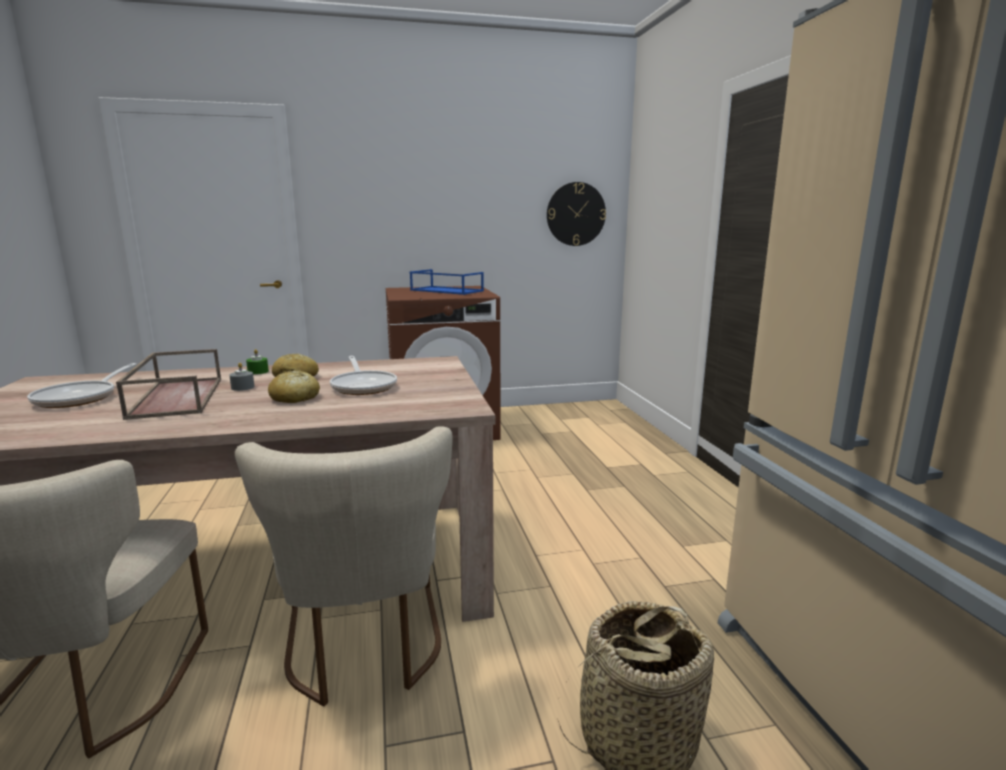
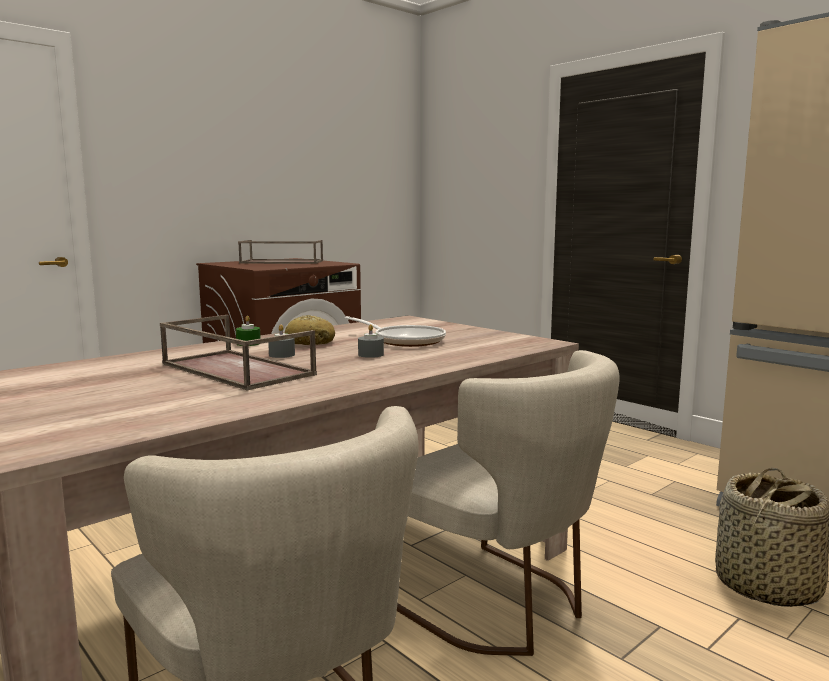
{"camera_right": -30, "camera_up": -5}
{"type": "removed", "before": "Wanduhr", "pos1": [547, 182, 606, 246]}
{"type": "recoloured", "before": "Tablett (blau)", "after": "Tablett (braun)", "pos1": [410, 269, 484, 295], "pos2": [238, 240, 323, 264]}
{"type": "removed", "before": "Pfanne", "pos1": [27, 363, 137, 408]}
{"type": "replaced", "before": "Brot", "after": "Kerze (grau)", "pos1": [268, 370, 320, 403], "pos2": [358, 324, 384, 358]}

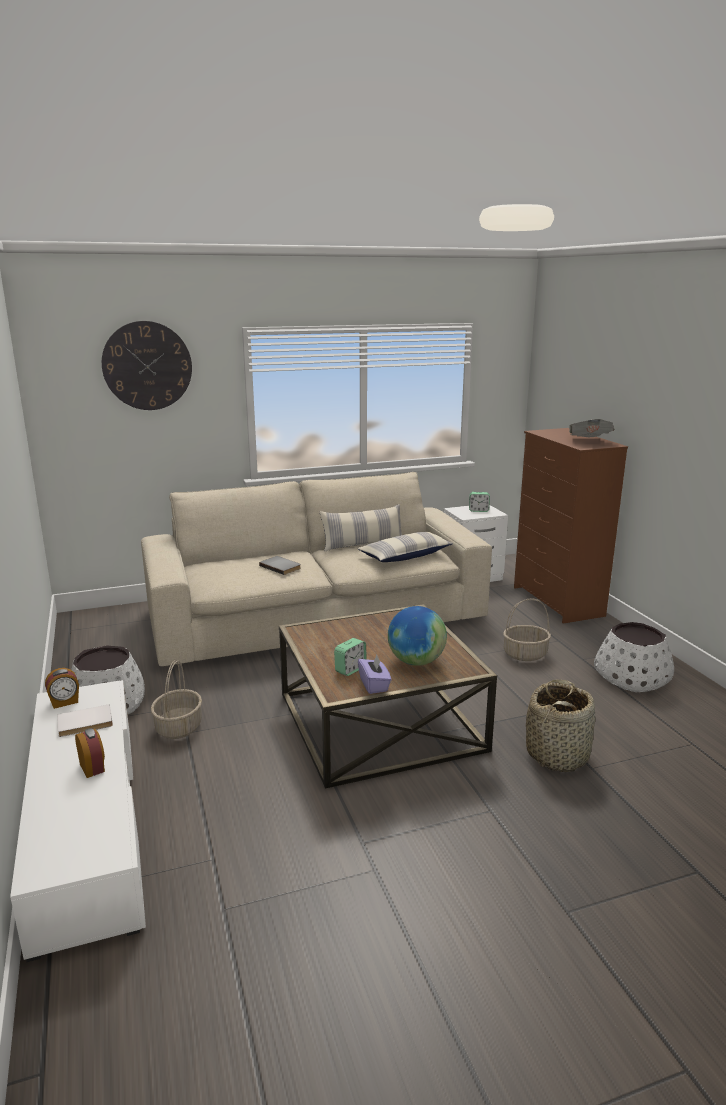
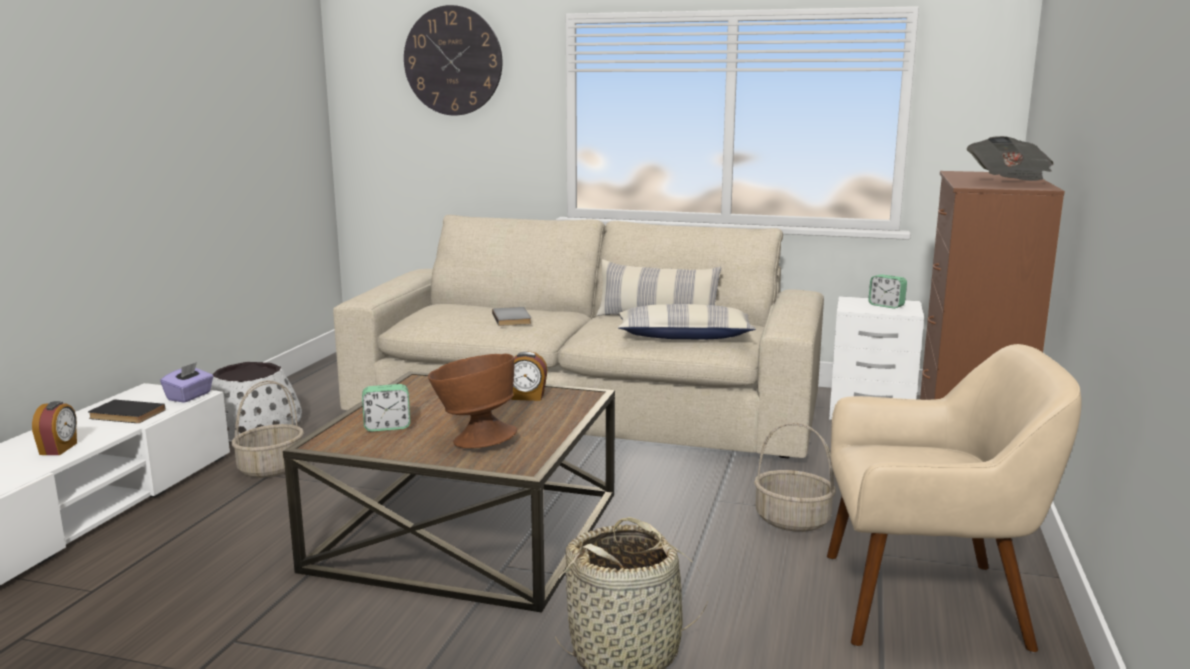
{"camera_right": 35, "camera_up": -5}
{"type": "replaced", "before": "Globus", "after": "Schüssel (braun)", "pos1": [388, 606, 447, 666], "pos2": [428, 354, 517, 448]}
{"type": "replaced", "before": "Pflanzkübel (weiß)", "after": "Sessel (beige)", "pos1": [594, 622, 674, 692], "pos2": [827, 344, 1082, 653]}
{"type": "moved", "before": "Taschentuchbox (lila)", "pos1": [358, 655, 391, 694], "pos2": [160, 362, 214, 403]}
{"type": "moved", "before": "Wecker", "pos1": [45, 668, 79, 709], "pos2": [511, 351, 548, 401]}
{"type": "recoloured", "before": "Buch (weiß)", "after": "Buch (schwarz)", "pos1": [57, 704, 113, 737], "pos2": [88, 400, 165, 423]}

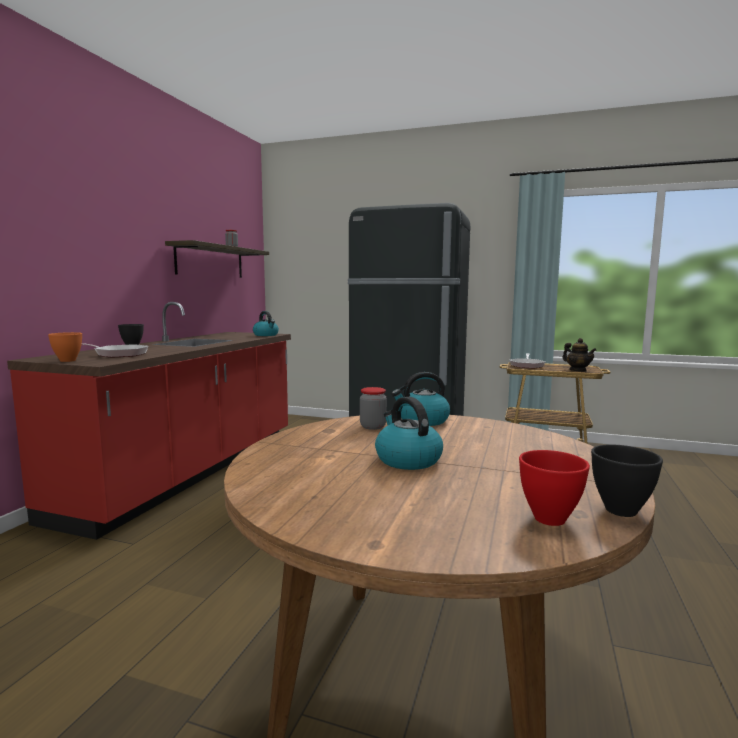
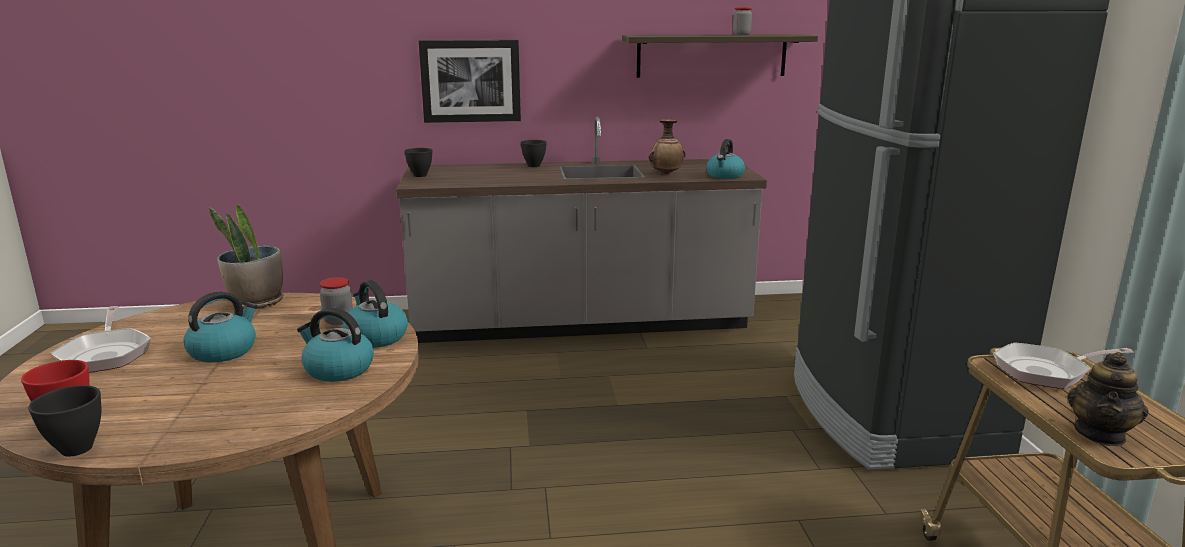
{"camera_right": 65, "camera_up": 10}
{"type": "recoloured", "before": "Küchenzeile (rot)", "after": "Küchenzeile (grau)", "pos1": [7, 302, 291, 540], "pos2": [396, 116, 767, 343]}
{"type": "recoloured", "before": "Schüssel (orange)", "after": "Schüssel (schwarz)", "pos1": [48, 332, 82, 362], "pos2": [404, 148, 433, 177]}
{"type": "moved", "before": "Pfanne", "pos1": [82, 343, 149, 357], "pos2": [51, 306, 151, 373]}
{"type": "added", "after": "Bild", "pos2": [419, 40, 521, 123]}
{"type": "added", "after": "Vase", "pos2": [649, 119, 686, 174]}
{"type": "added", "after": "Topfpflanze", "pos2": [209, 205, 283, 309]}
{"type": "added", "after": "Wasserkessel", "pos2": [297, 307, 374, 382]}

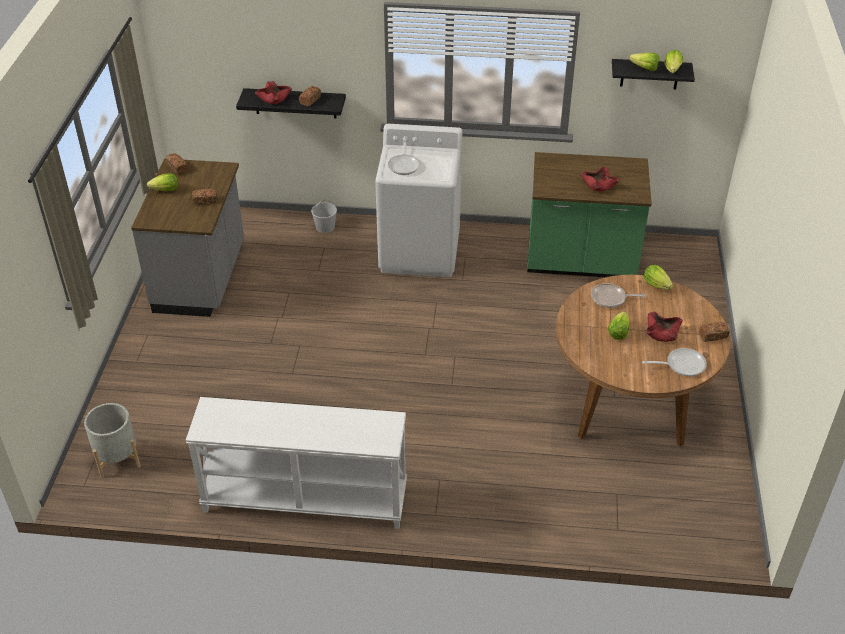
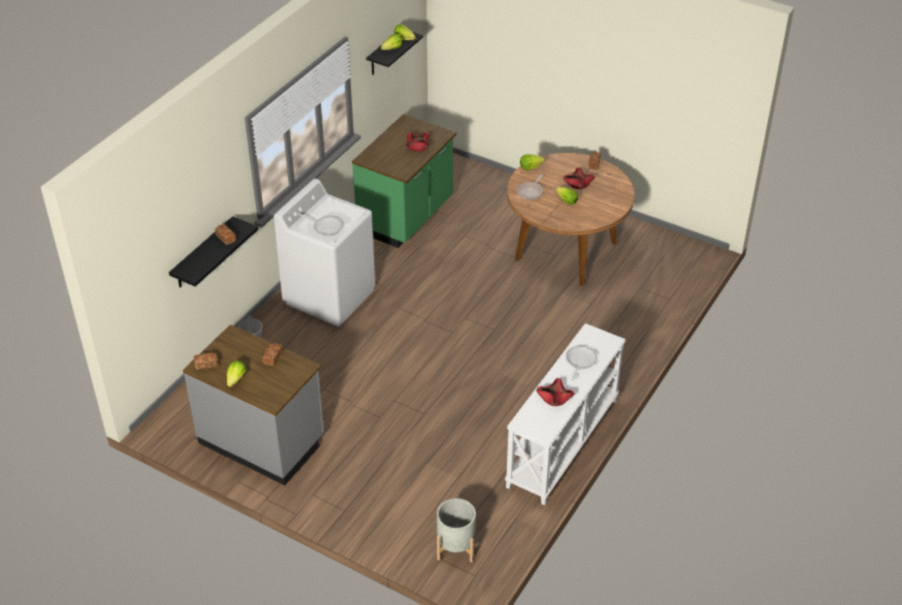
{"camera_right": -65, "camera_up": 0}
{"type": "moved", "before": "Schüssel (rot)", "pos1": [255, 81, 292, 104], "pos2": [536, 378, 575, 406]}
{"type": "moved", "before": "Pfanne", "pos1": [642, 348, 707, 376], "pos2": [566, 346, 597, 381]}

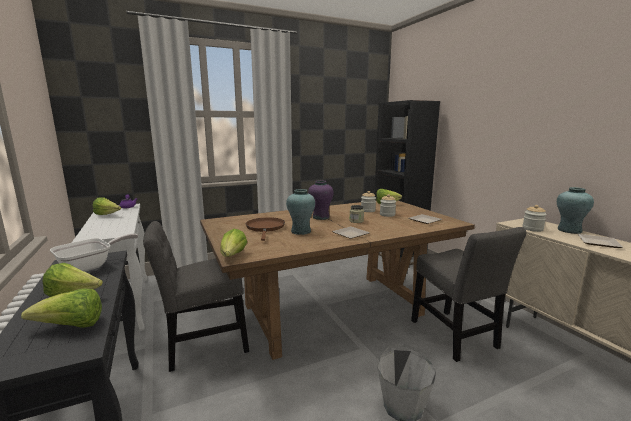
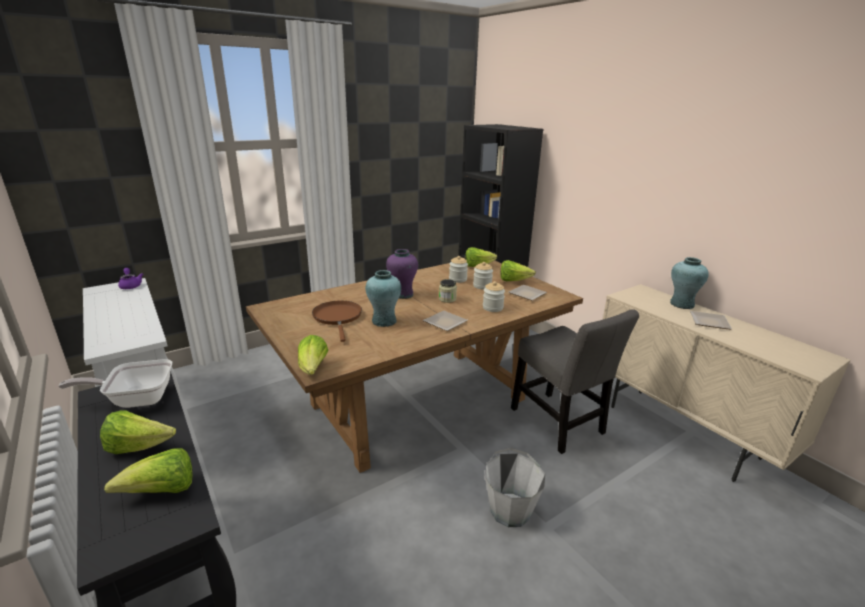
{"camera_right": -10, "camera_up": 10}
{"type": "moved", "before": "Salatkopf", "pos1": [92, 197, 121, 215], "pos2": [500, 260, 536, 281]}
{"type": "moved", "before": "Vorratsglas", "pos1": [522, 205, 547, 232], "pos2": [483, 281, 505, 312]}
{"type": "removed", "before": "Stuhl (grau)", "pos1": [143, 221, 249, 372]}
{"type": "turned", "before": "Pfanne", "pos1": [50, 234, 138, 272], "pos2": [59, 359, 172, 408], "turn": -135}

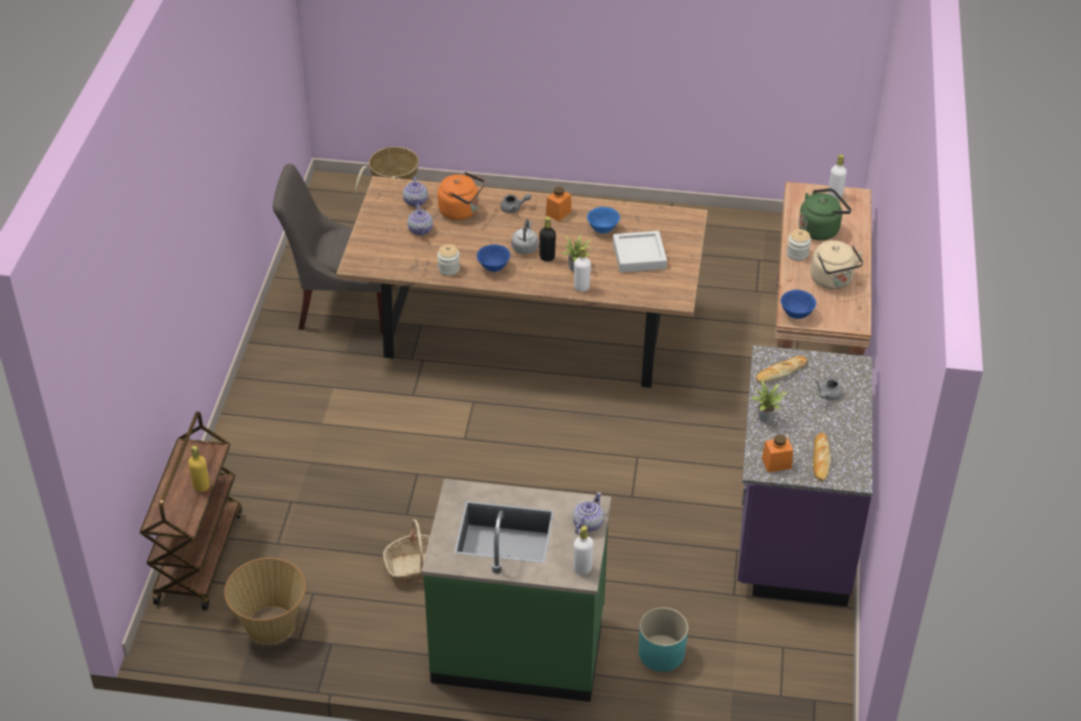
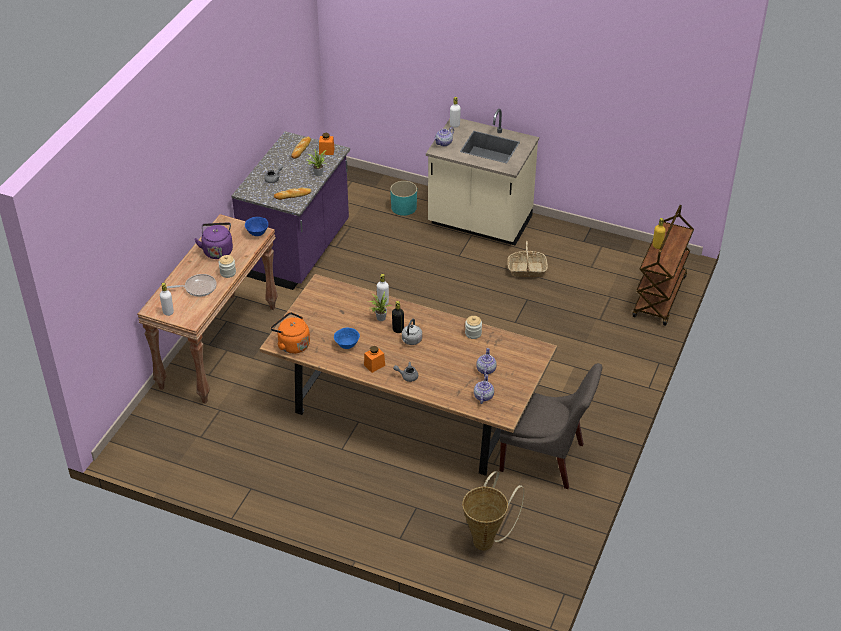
{"camera_right": -165, "camera_up": 0}
{"type": "moved", "before": "Wasserkessel (orange)", "pos1": [438, 172, 485, 220], "pos2": [271, 312, 310, 354]}
{"type": "replaced", "before": "Wasserkessel (grün)", "after": "Pfanne", "pos1": [799, 188, 852, 240], "pos2": [167, 274, 217, 297]}
{"type": "removed", "before": "Tablett (grau)", "pos1": [613, 231, 667, 272]}
{"type": "recoloured", "before": "Wasserkessel (beige)", "after": "Wasserkessel (lila)", "pos1": [810, 240, 863, 289], "pos2": [194, 223, 233, 259]}
{"type": "removed", "before": "Schüssel (blau)", "pos1": [477, 244, 510, 272]}
{"type": "recoloured", "before": "Küchenzeile (grün)", "after": "Küchenzeile (beige)", "pos1": [421, 479, 611, 702], "pos2": [426, 109, 539, 245]}
{"type": "removed", "before": "Korb", "pos1": [224, 558, 306, 644]}

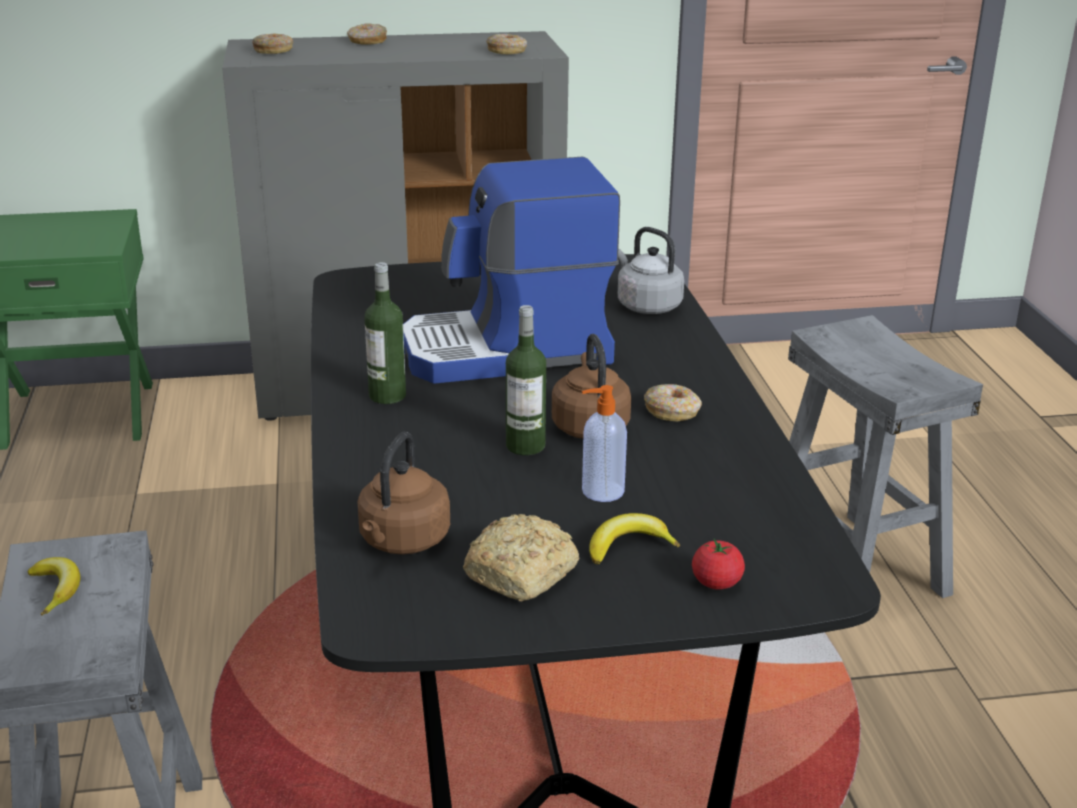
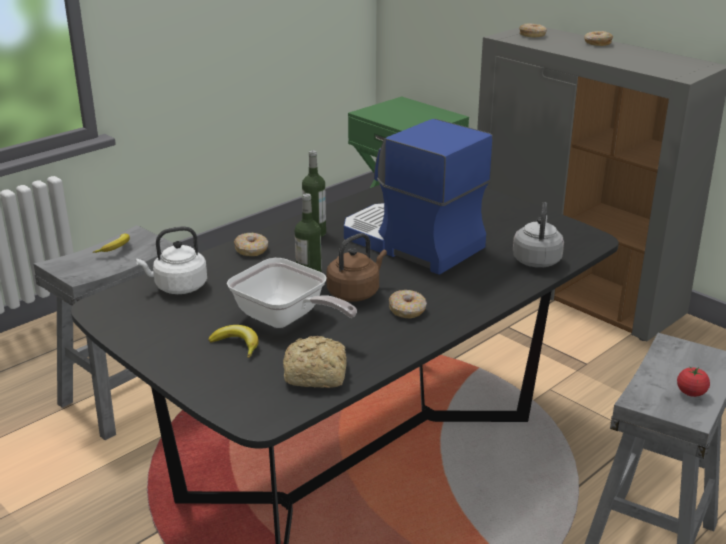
{"camera_right": 55, "camera_up": 0}
{"type": "moved", "before": "Donut", "pos1": [486, 34, 527, 54], "pos2": [234, 233, 268, 256]}
{"type": "replaced", "before": "Seifenspender", "after": "Pfanne", "pos1": [582, 385, 627, 502], "pos2": [227, 258, 357, 328]}
{"type": "recoloured", "before": "Wasserkessel (braun)", "after": "Wasserkessel (weiß)", "pos1": [358, 432, 450, 555], "pos2": [136, 226, 207, 294]}
{"type": "moved", "before": "Brot", "pos1": [463, 514, 580, 601], "pos2": [283, 336, 347, 388]}
{"type": "moved", "before": "Tomate", "pos1": [692, 539, 745, 590], "pos2": [677, 366, 710, 397]}

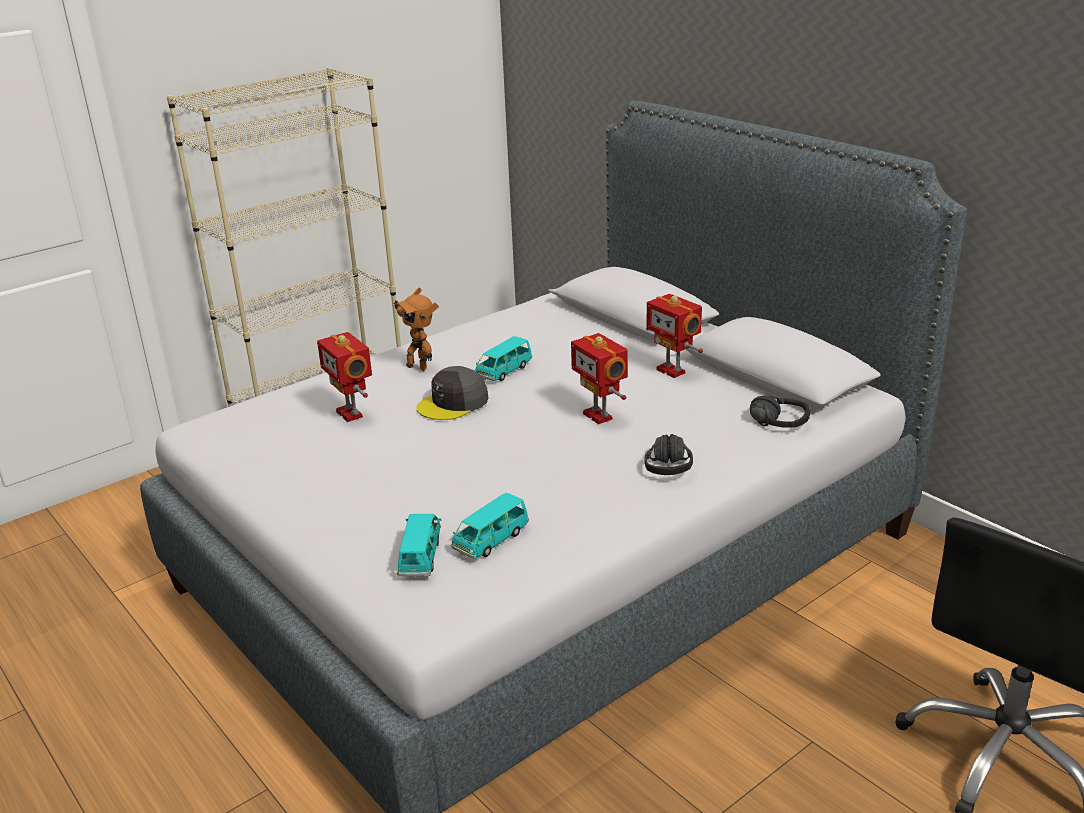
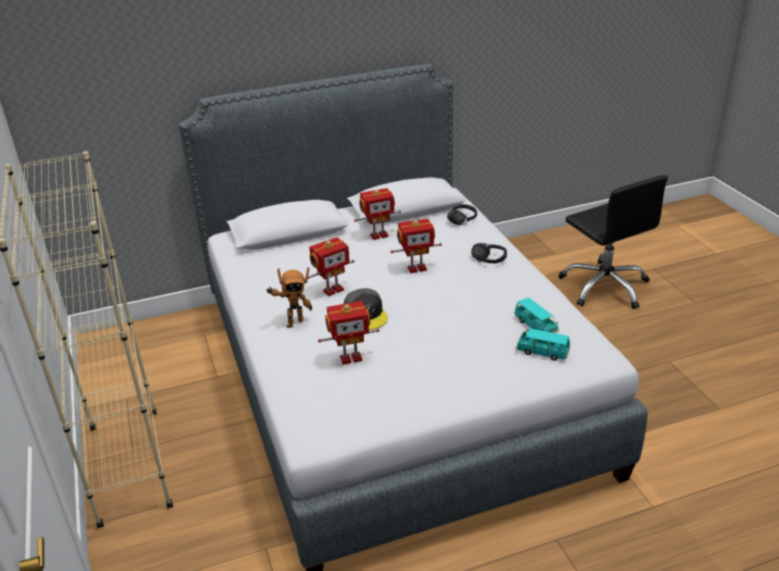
{"camera_right": -70, "camera_up": 5}
{"type": "replaced", "before": "Spielzeugauto (türkis)", "after": "Spielzeugroboter", "pos1": [476, 336, 532, 381], "pos2": [308, 237, 354, 296]}

